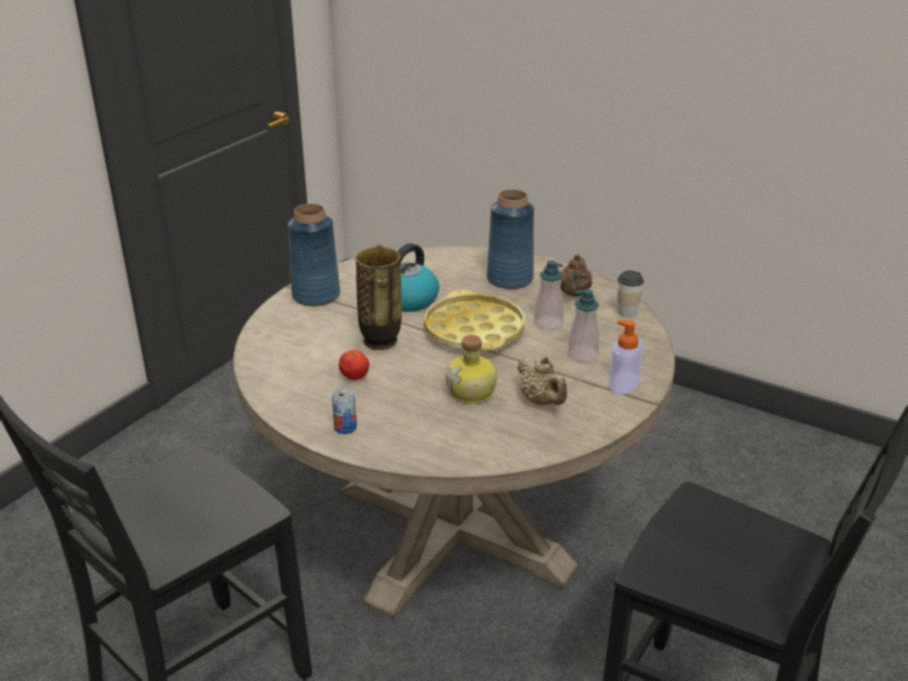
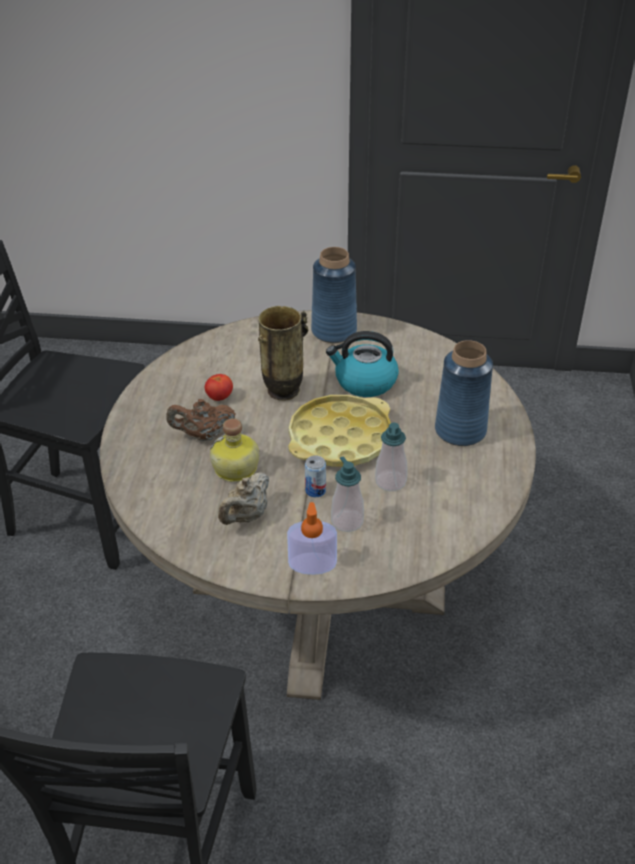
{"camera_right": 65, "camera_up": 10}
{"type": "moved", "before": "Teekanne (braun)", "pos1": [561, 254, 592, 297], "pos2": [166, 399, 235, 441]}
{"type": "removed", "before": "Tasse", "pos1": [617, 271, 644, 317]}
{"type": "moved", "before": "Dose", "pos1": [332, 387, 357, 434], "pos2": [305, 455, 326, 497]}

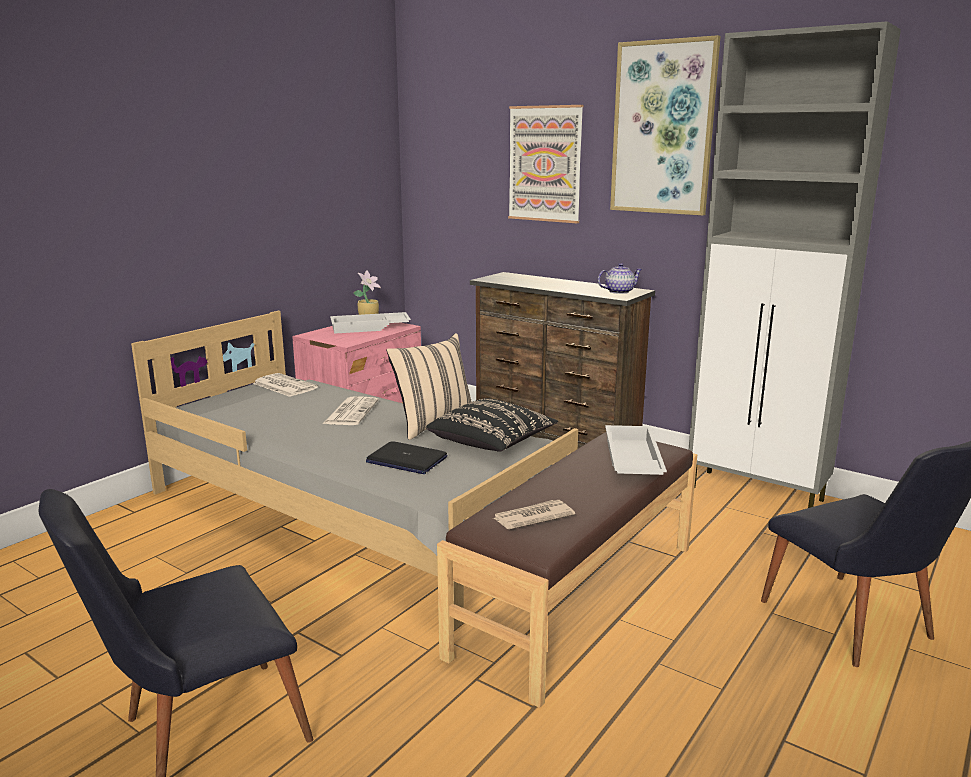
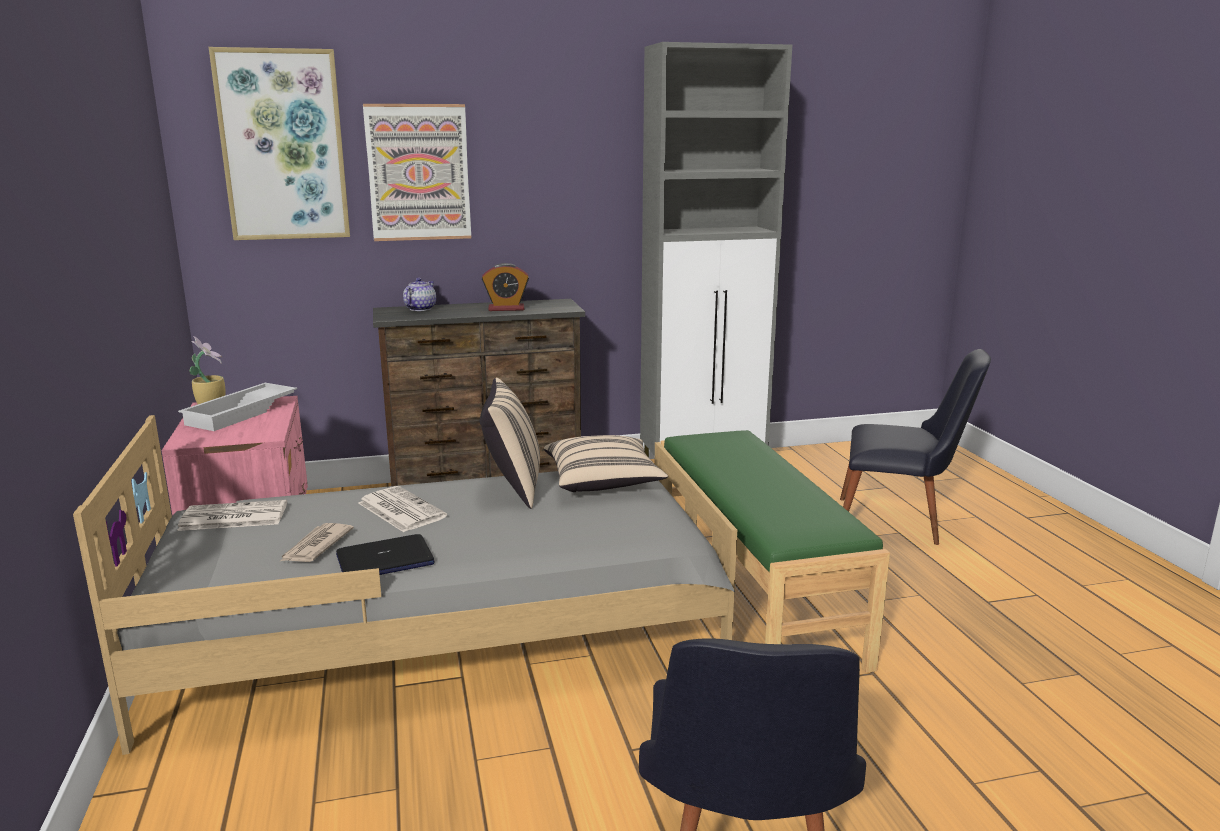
{"camera_right": -50, "camera_up": 0}
{"type": "moved", "before": "Bild", "pos1": [610, 35, 721, 215], "pos2": [209, 47, 350, 240]}
{"type": "moved", "before": "Teekanne", "pos1": [598, 263, 642, 294], "pos2": [403, 278, 436, 311]}
{"type": "recoloured", "before": "Kissen (schwarz)", "after": "Kissen (beige)", "pos1": [426, 398, 558, 452], "pos2": [544, 435, 668, 492]}
{"type": "removed", "before": "Tablett (weiß)", "pos1": [605, 425, 667, 475]}
{"type": "recoloured", "before": "Bank (braun)", "after": "Bank (grün)", "pos1": [437, 432, 697, 708], "pos2": [660, 430, 890, 673]}
{"type": "moved", "before": "Laptop", "pos1": [366, 441, 447, 474], "pos2": [336, 534, 435, 575]}
{"type": "moved", "before": "Zeitung", "pos1": [492, 500, 575, 529], "pos2": [281, 523, 354, 562]}
{"type": "added", "after": "Wecker", "pos2": [482, 263, 529, 311]}

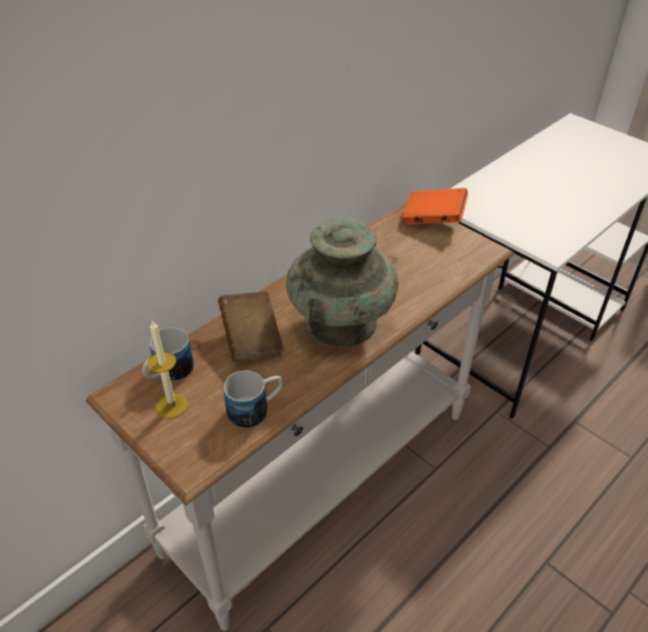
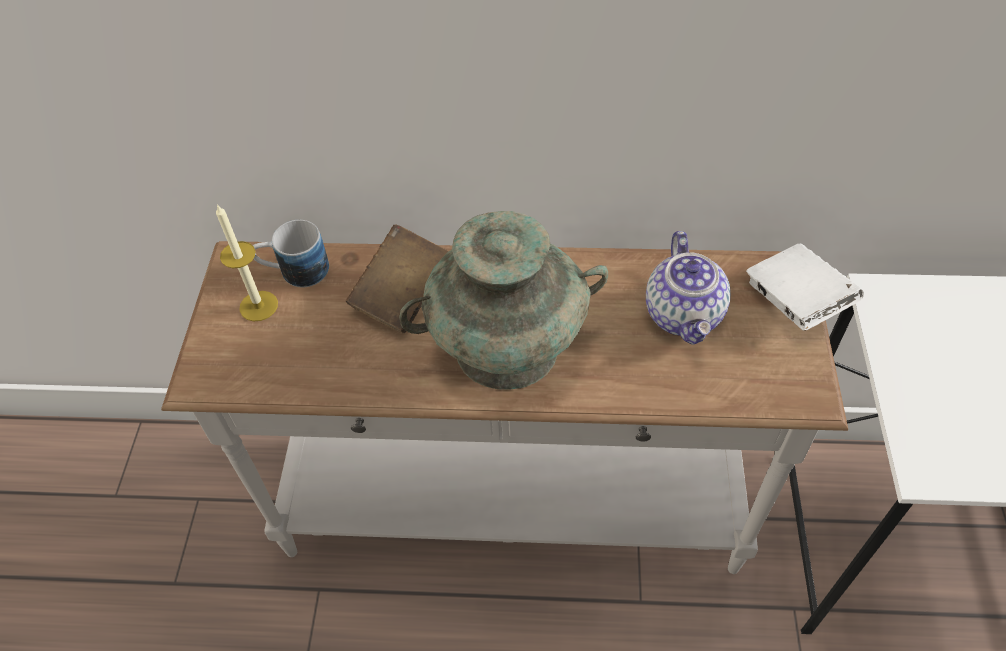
{"camera_right": 50, "camera_up": 10}
{"type": "recoloured", "before": "Buch (orange)", "after": "Buch (weiß)", "pos1": [403, 188, 468, 225], "pos2": [746, 244, 864, 331]}
{"type": "removed", "before": "Henkelbecher", "pos1": [224, 370, 283, 428]}
{"type": "added", "after": "Teekanne", "pos2": [646, 231, 731, 345]}

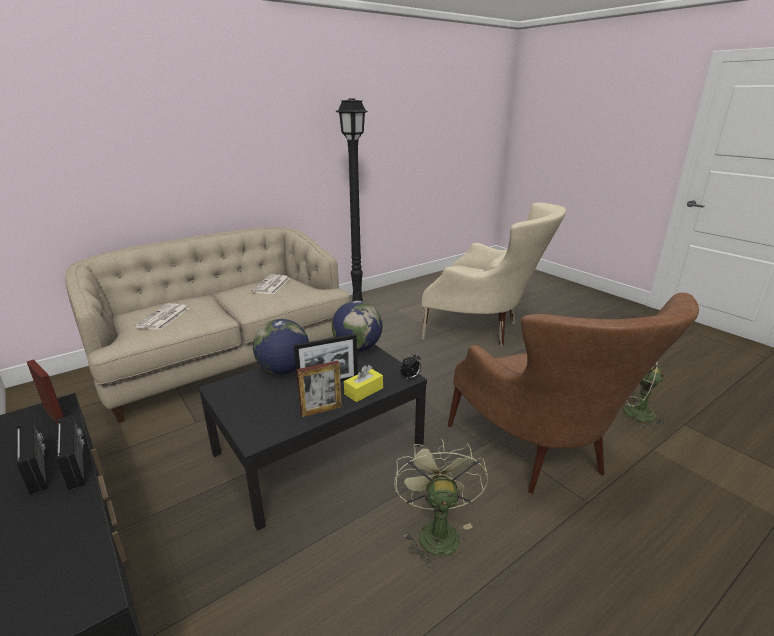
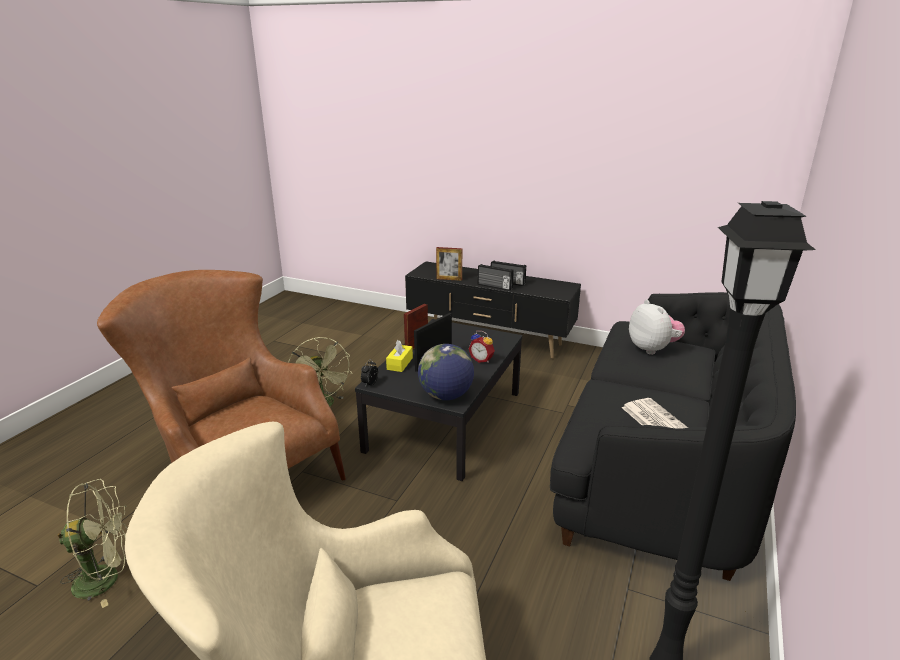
{"camera_right": 150, "camera_up": 0}
{"type": "recoloured", "before": "Sofa (beige)", "after": "Sofa (schwarz)", "pos1": [65, 227, 350, 423], "pos2": [550, 292, 796, 581]}
{"type": "replaced", "before": "Zeitung", "after": "Plüschtier", "pos1": [135, 304, 189, 330], "pos2": [629, 300, 685, 355]}
{"type": "replaced", "before": "Globus", "after": "Wecker", "pos1": [253, 319, 309, 374], "pos2": [468, 331, 495, 363]}
{"type": "moved", "before": "Bilderrahmen", "pos1": [27, 359, 64, 424], "pos2": [436, 247, 462, 281]}

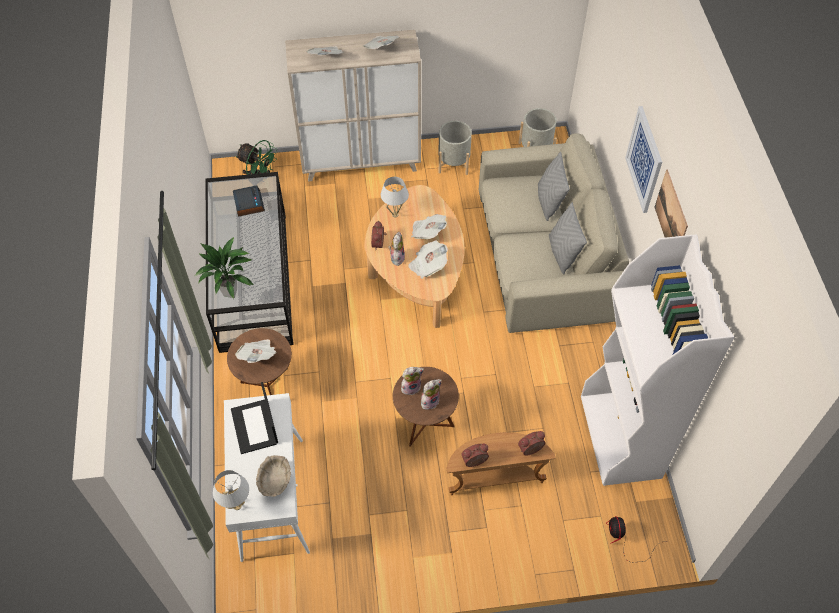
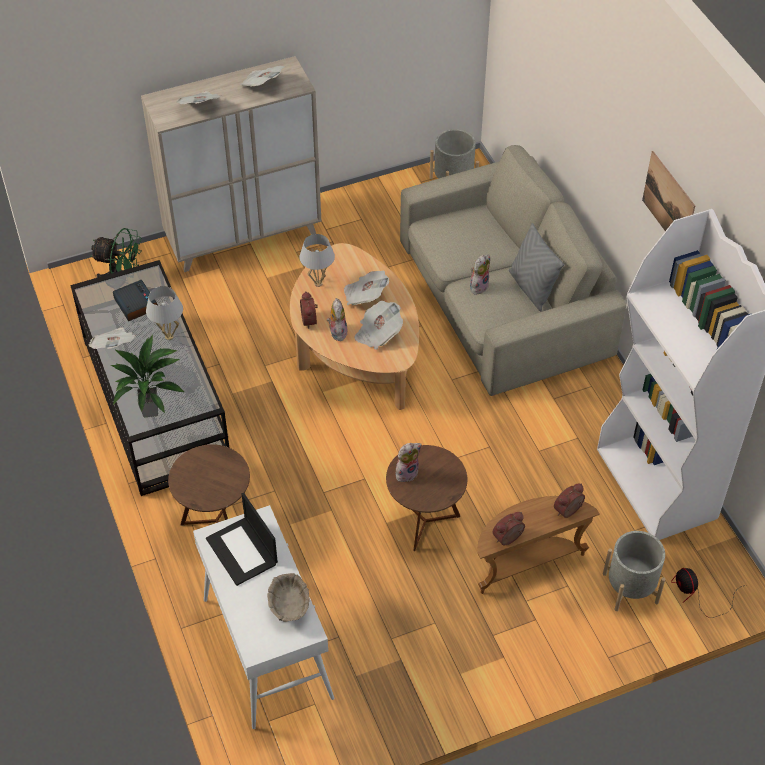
{"camera_right": -15, "camera_up": -5}
{"type": "removed", "before": "Bild", "pos1": [625, 106, 662, 213]}
{"type": "moved", "before": "Pflanzkübel (grau)", "pos1": [438, 121, 472, 175], "pos2": [603, 531, 666, 611]}
{"type": "removed", "before": "Kissen (grau)", "pos1": [538, 151, 569, 221]}
{"type": "moved", "before": "Zeitung", "pos1": [235, 339, 276, 363], "pos2": [89, 328, 136, 349]}
{"type": "moved", "before": "Plüschtier", "pos1": [421, 379, 442, 410], "pos2": [470, 255, 490, 295]}
{"type": "moved", "before": "Tischlampe (weiß)", "pos1": [213, 470, 249, 510], "pos2": [146, 286, 183, 340]}

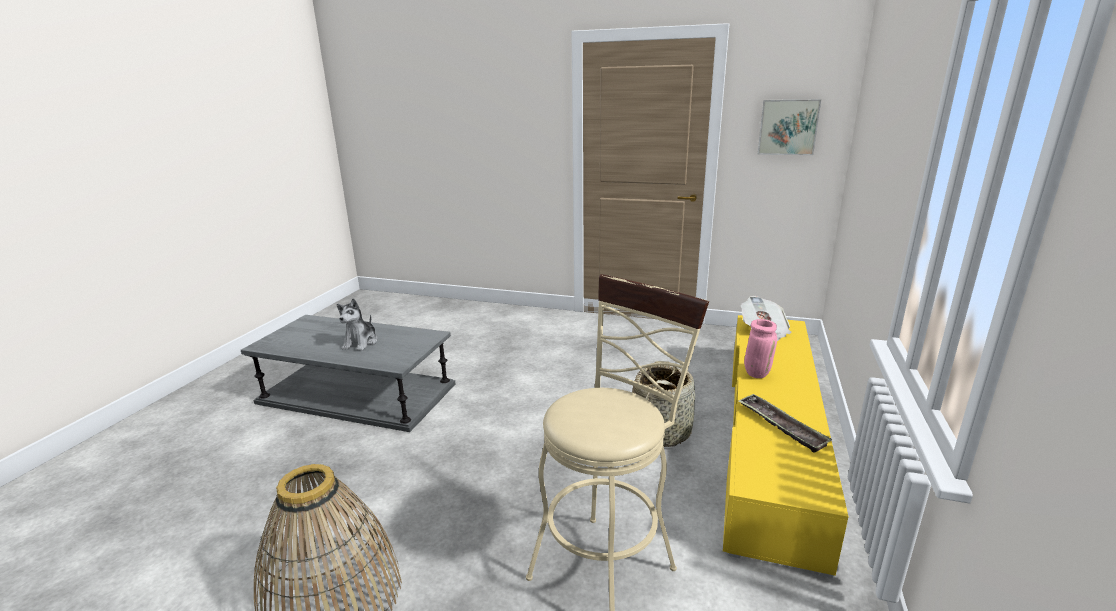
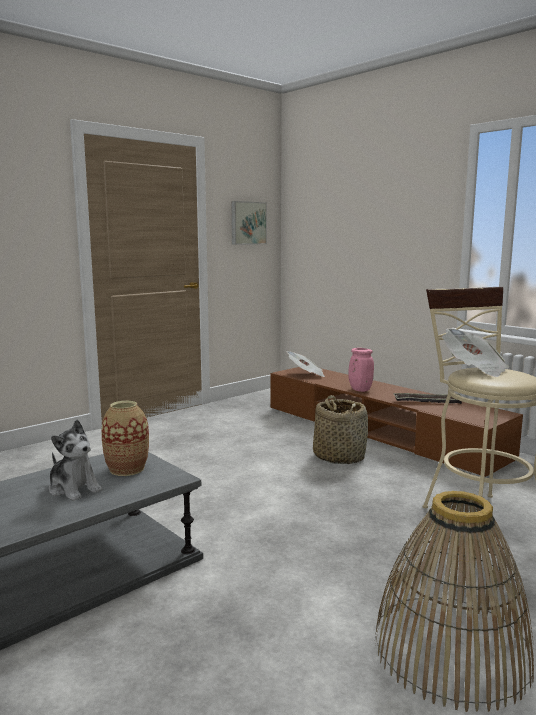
{"camera_right": -60, "camera_up": -10}
{"type": "recoloured", "before": "Fernsehschrank (gelb)", "after": "Fernsehschrank (braun)", "pos1": [723, 315, 848, 578], "pos2": [271, 367, 523, 478]}
{"type": "added", "after": "Zeitung", "pos2": [442, 328, 509, 377]}
{"type": "added", "after": "Vase", "pos2": [101, 401, 149, 476]}

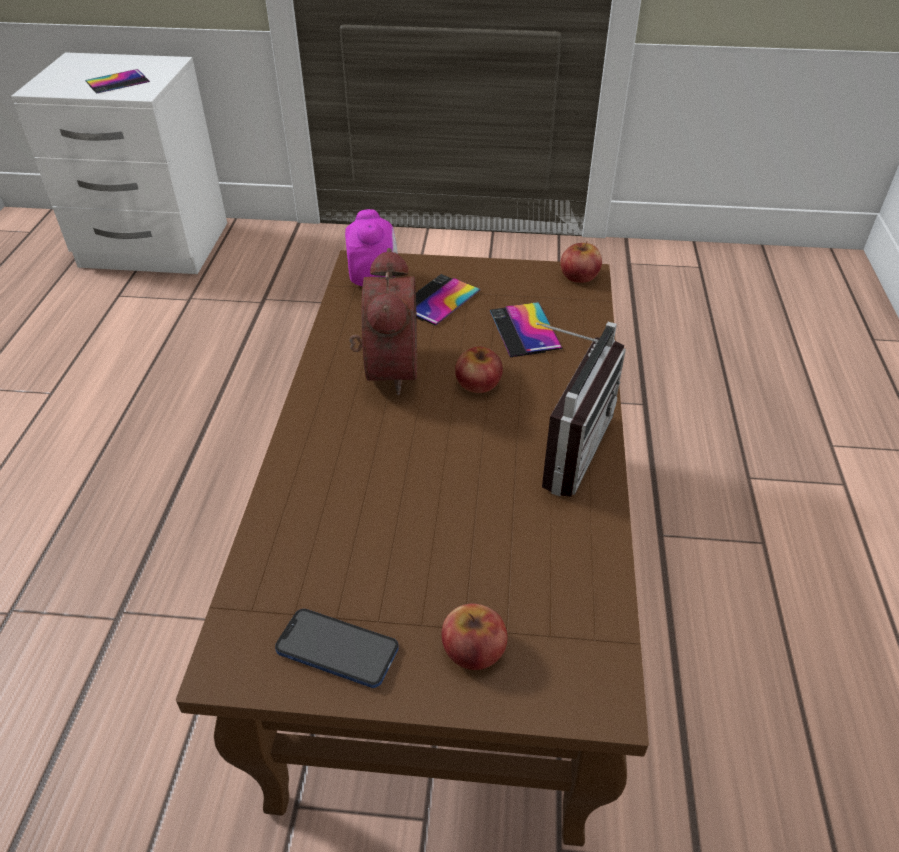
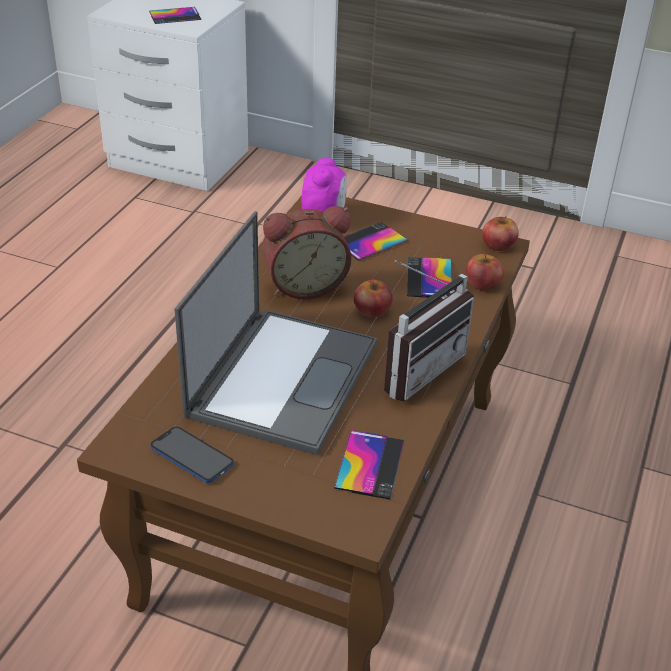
{"camera_right": 15, "camera_up": -5}
{"type": "turned", "before": "Wecker", "pos1": [350, 248, 417, 395], "pos2": [262, 206, 351, 299], "turn": 60}
{"type": "moved", "before": "Apfel", "pos1": [442, 603, 507, 670], "pos2": [466, 253, 504, 291]}
{"type": "added", "after": "Laptop", "pos2": [174, 211, 377, 455]}
{"type": "added", "after": "Handy", "pos2": [334, 430, 404, 500]}

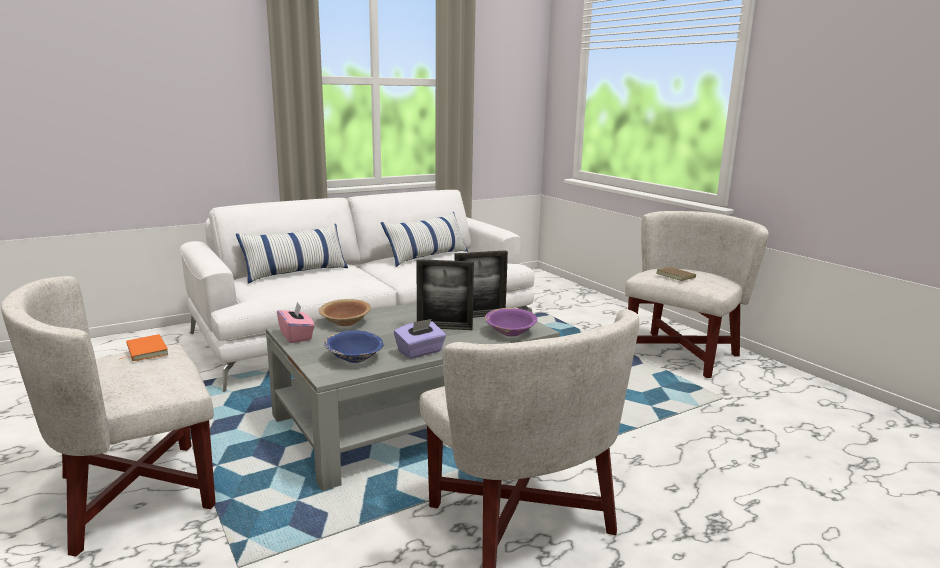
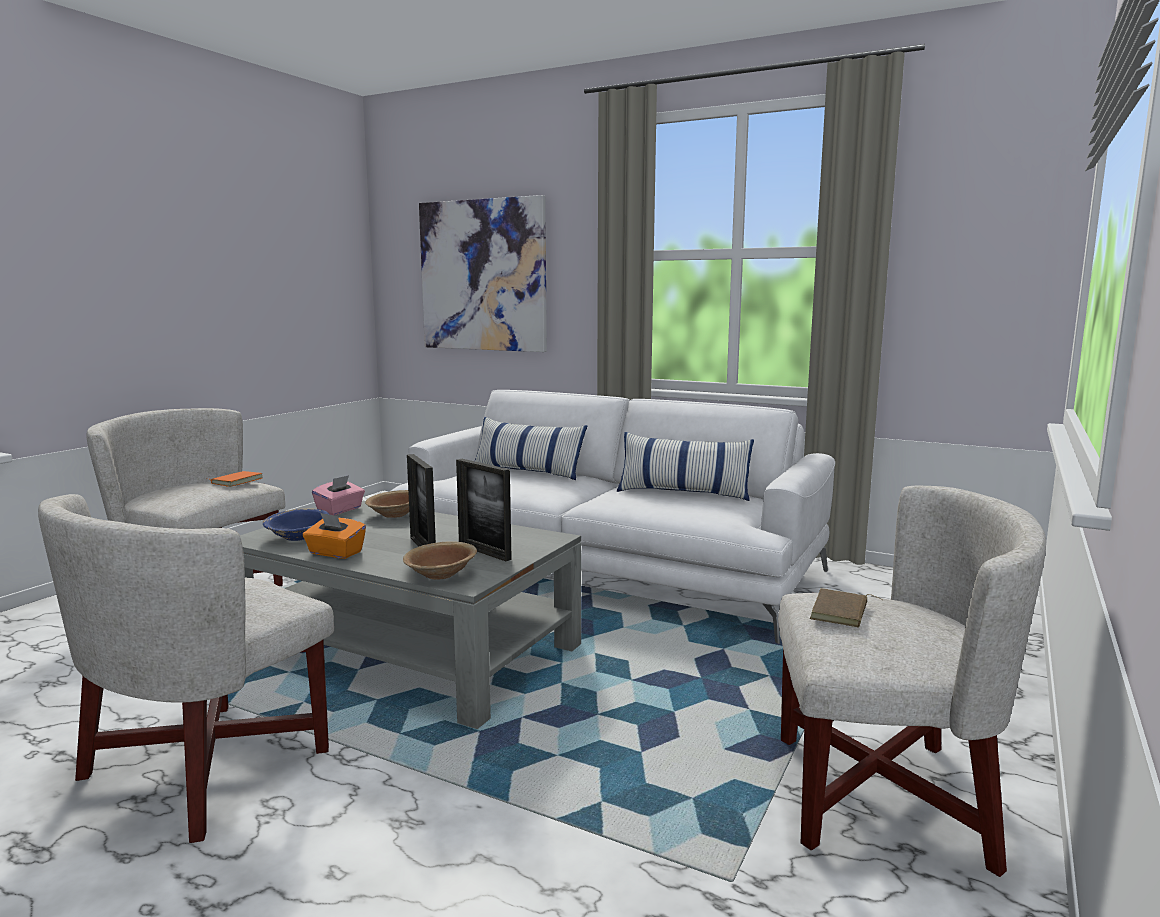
{"camera_right": 60, "camera_up": -5}
{"type": "recoloured", "before": "Schüssel (lila)", "after": "Schüssel (braun)", "pos1": [485, 308, 537, 336], "pos2": [403, 541, 477, 579]}
{"type": "recoloured", "before": "Taschentuchbox (lila)", "after": "Taschentuchbox (orange)", "pos1": [394, 319, 446, 359], "pos2": [303, 513, 366, 559]}
{"type": "added", "after": "Bild", "pos2": [419, 195, 547, 352]}

